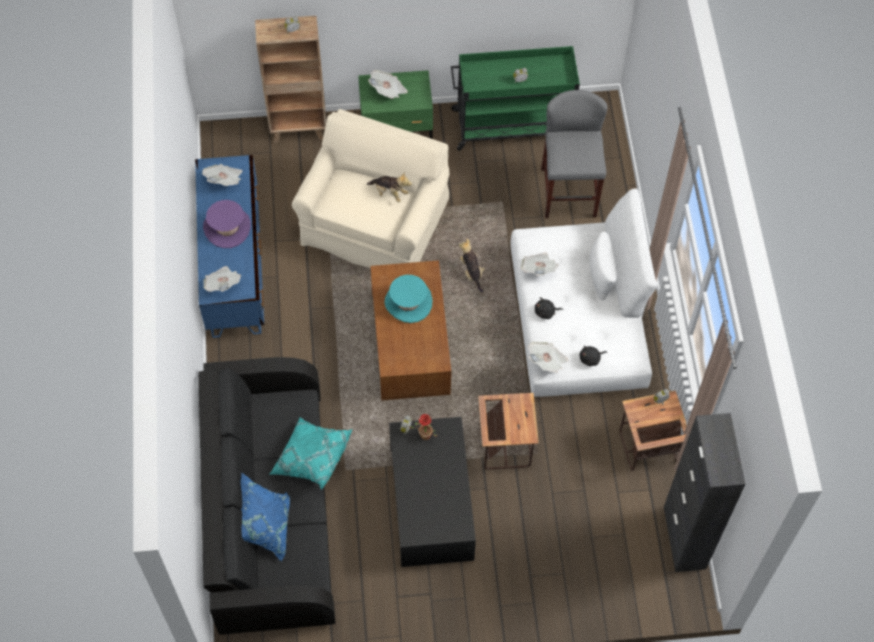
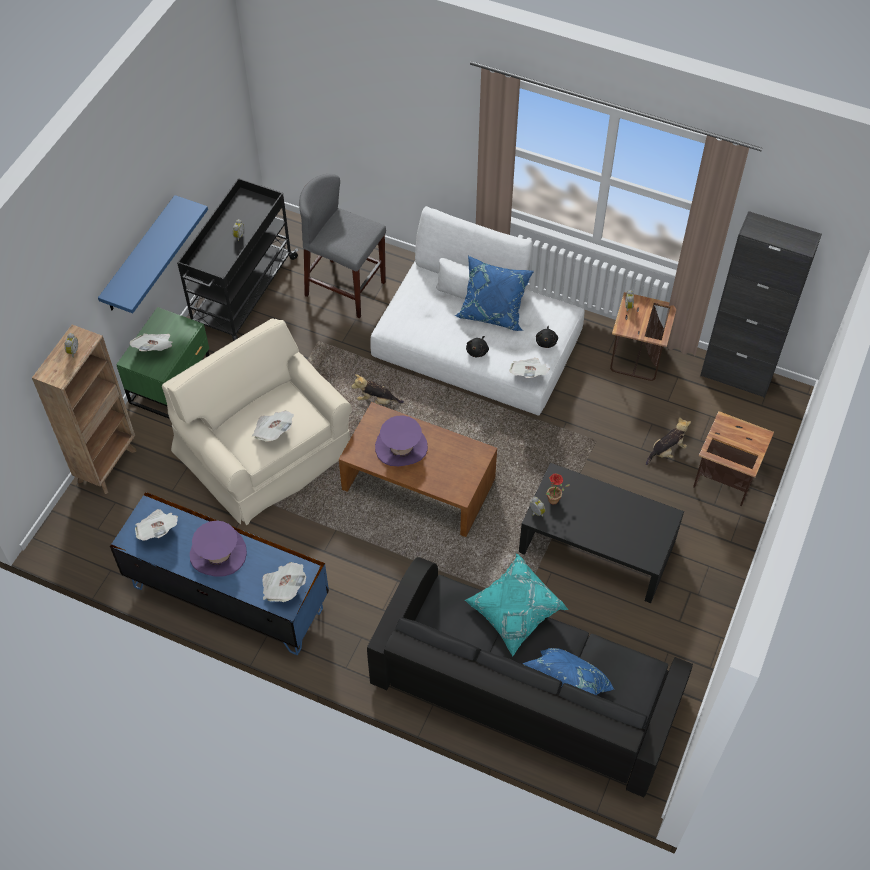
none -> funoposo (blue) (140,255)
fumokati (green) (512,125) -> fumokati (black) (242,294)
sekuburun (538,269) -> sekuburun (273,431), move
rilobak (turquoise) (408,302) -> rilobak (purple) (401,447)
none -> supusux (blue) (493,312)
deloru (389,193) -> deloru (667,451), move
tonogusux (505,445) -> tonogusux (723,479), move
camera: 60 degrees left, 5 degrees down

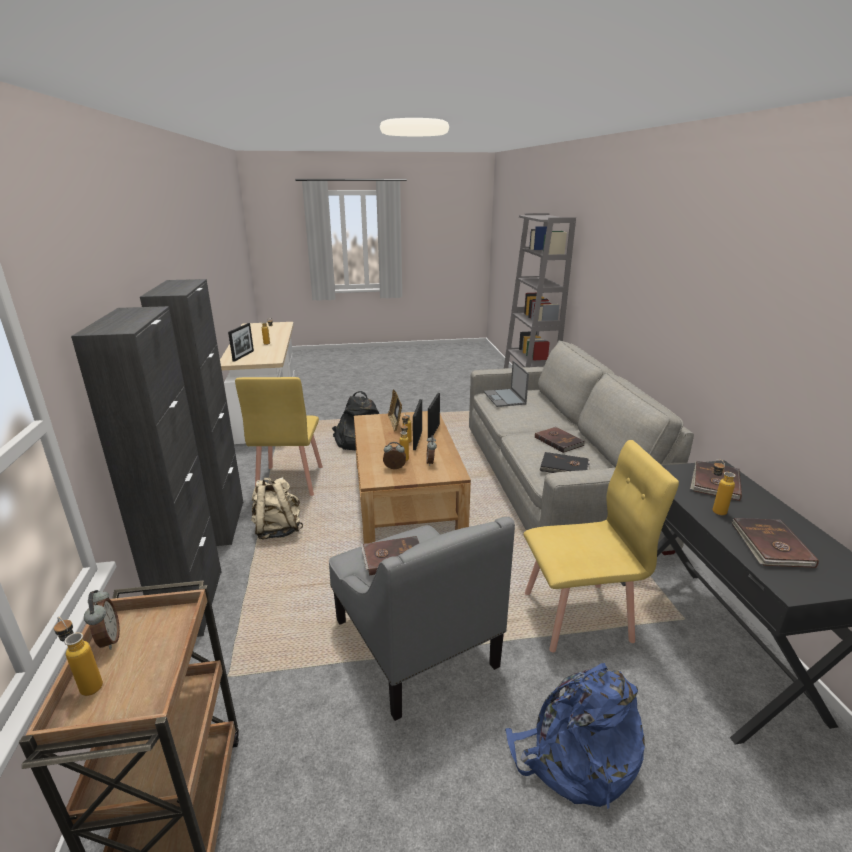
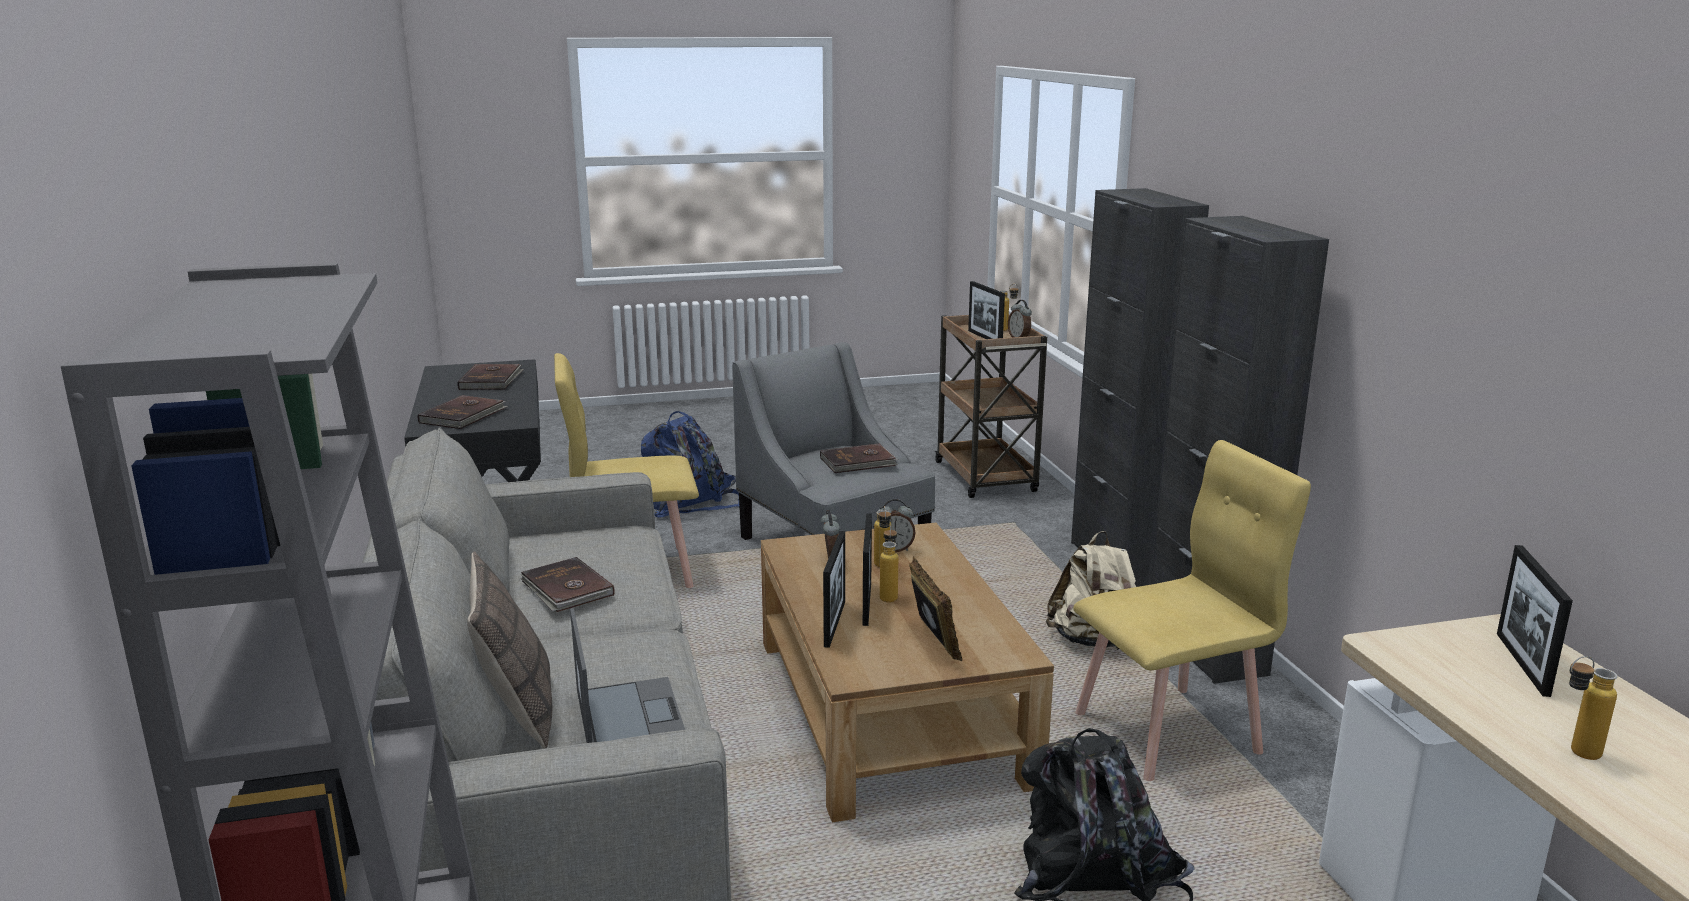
none -> supusux (517,711)
none -> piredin (985,337)
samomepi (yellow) (289,481) -> samomepi (yellow) (1169,732), 75 degrees clockwise
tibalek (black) (564,467) -> none
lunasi (714,509) -> none
camera: 175 degrees right, 5 degrees down

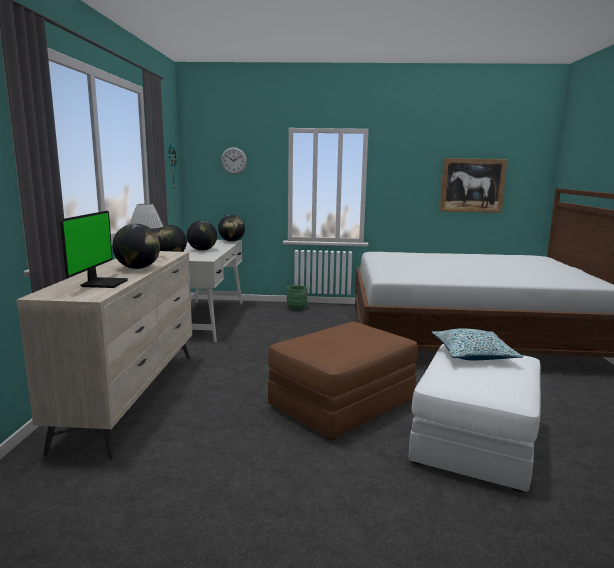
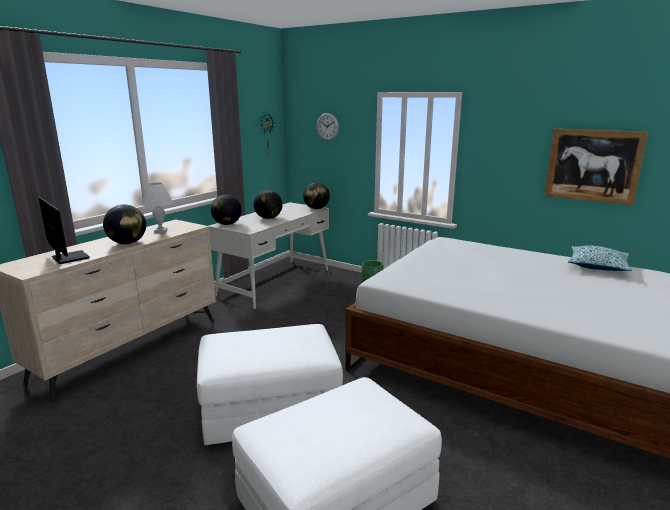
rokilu (103,283) -> rokilu (68,258), 75 degrees counterclockwise
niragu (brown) (342,403) -> niragu (white) (271,408)
supusux (473,354) -> supusux (597,266), move
camera: 30 degrees right, 5 degrees up

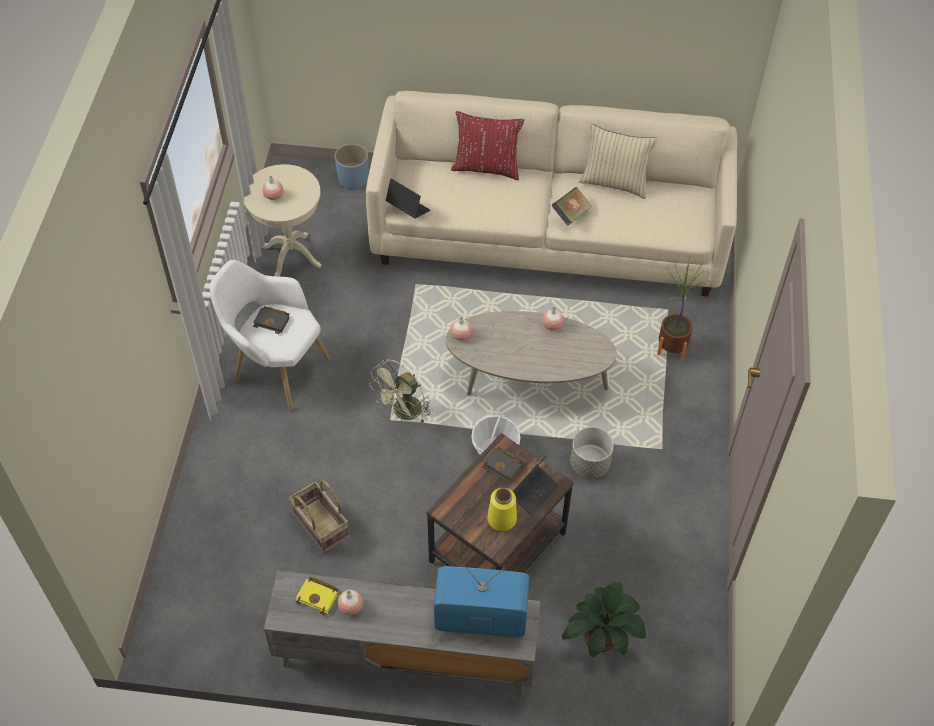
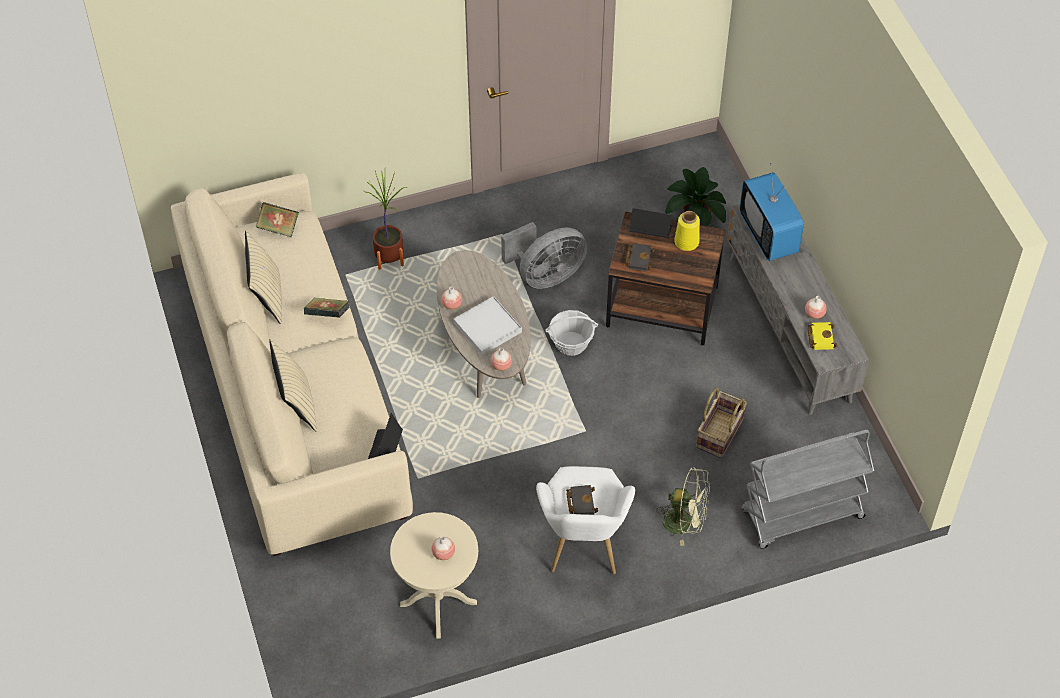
none -> tibalek (278,228)
supusux (red) (486,167) -> supusux (beige) (296,404)
none -> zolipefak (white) (487,327)
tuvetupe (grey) (590,464) -> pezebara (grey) (546,275)
pezebara (green) (404,413) -> pezebara (green) (684,522), move
none -> fumokati (grey) (801,515)
tuvetupe (blue) (353,179) -> none
camera: 115 degrees left, 0 degrees up

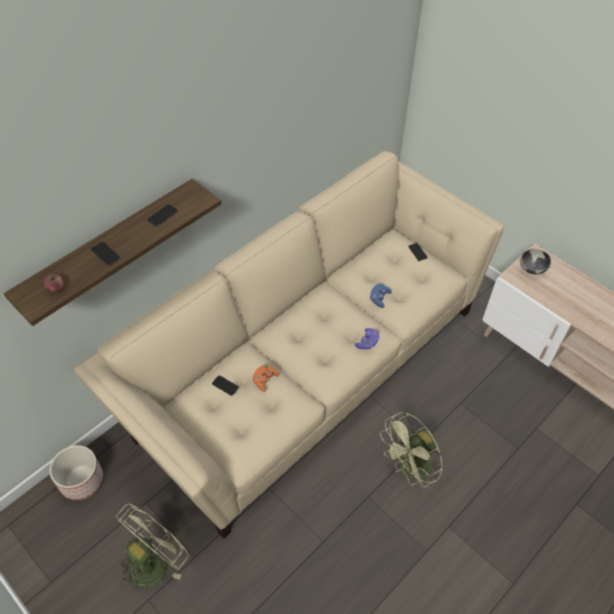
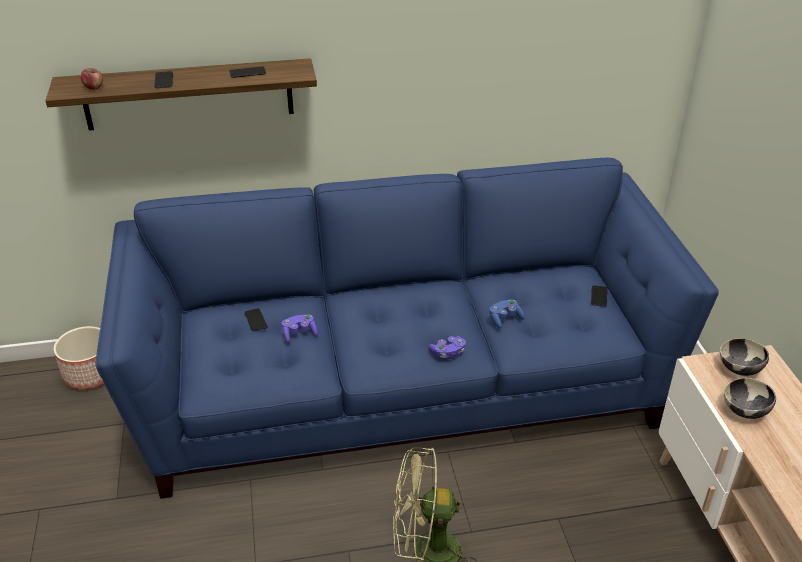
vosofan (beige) (306,366) -> vosofan (blue) (402,385)
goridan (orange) (265,380) -> goridan (purple) (299,334)
none -> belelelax (745,411)
pezebara (green) (154,561) -> none
camera: 35 degrees right, 15 degrees down

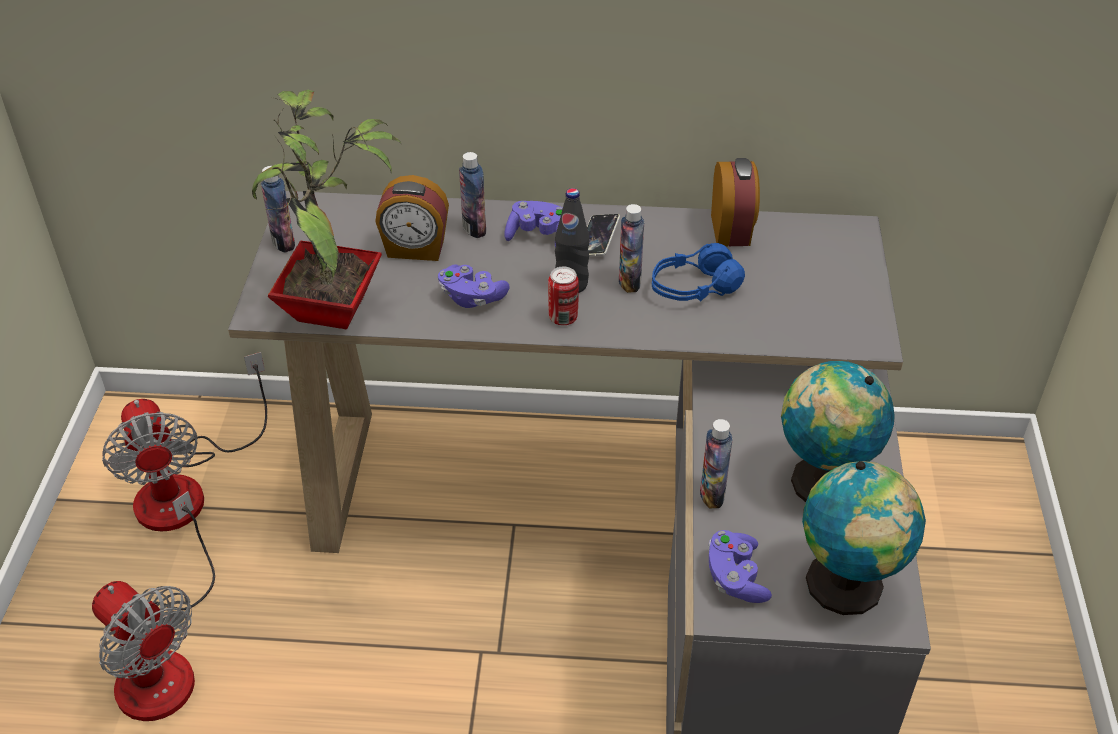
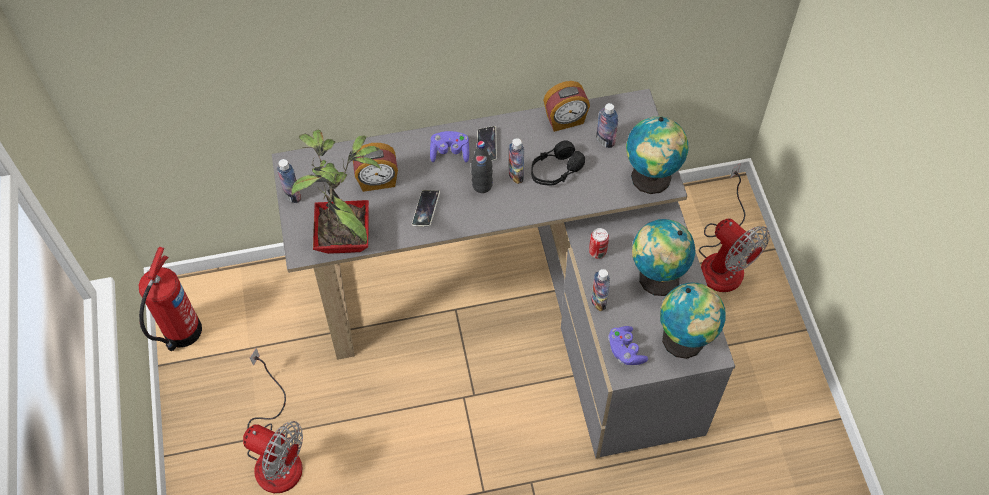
none -> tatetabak (180,333)
goridan (purple) (472,297) -> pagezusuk (426,209)
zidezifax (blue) (694,288) -> zidezifax (black) (555,171)
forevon (731,230) -> forevon (565,120), 90 degrees clockwise
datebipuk (563,318) -> datebipuk (597,252), move
lunasi (474,228) -> lunasi (605,141), move
none -> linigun (651,180)
pezebara (187,486) -> pezebara (723,258), move
camera: 15 degrees left, 15 degrees up

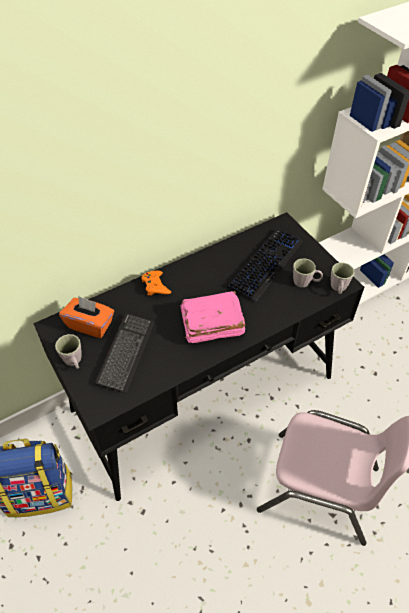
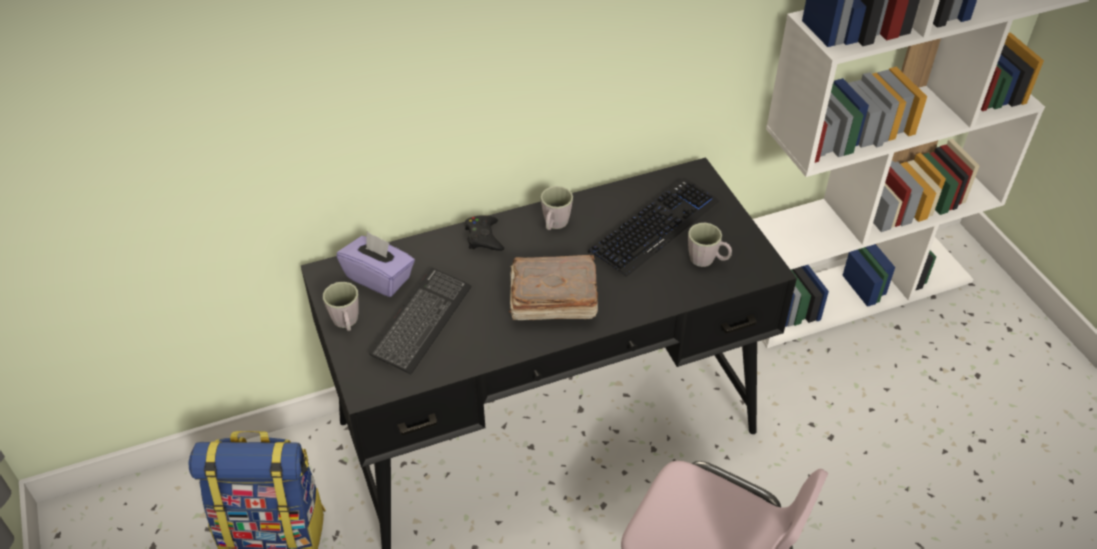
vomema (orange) (90,325) -> vomema (purple) (379,278)
goridan (orange) (155,286) -> goridan (black) (483,237)
tibalek (pink) (211,325) -> tibalek (brown) (552,300)
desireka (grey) (338,288) -> desireka (grey) (554,225), move
camera: 10 degrees right, 5 degrees down

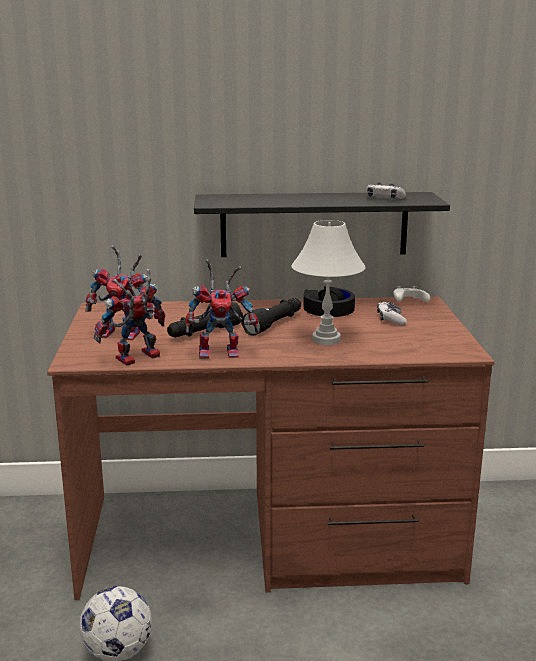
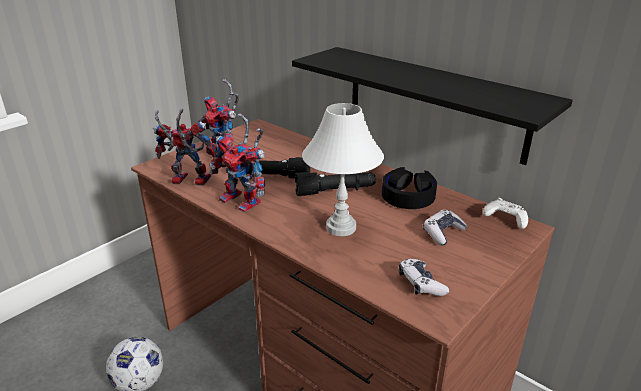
goridan (384,198) -> goridan (421,284), move
camera: 45 degrees right, 10 degrees up

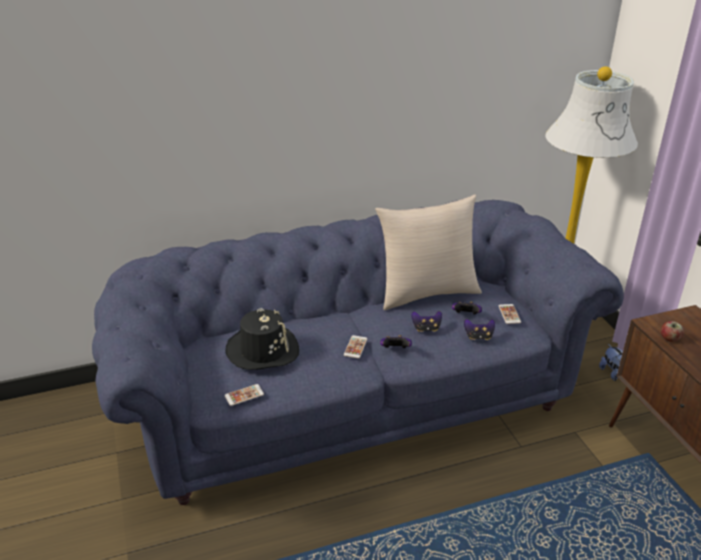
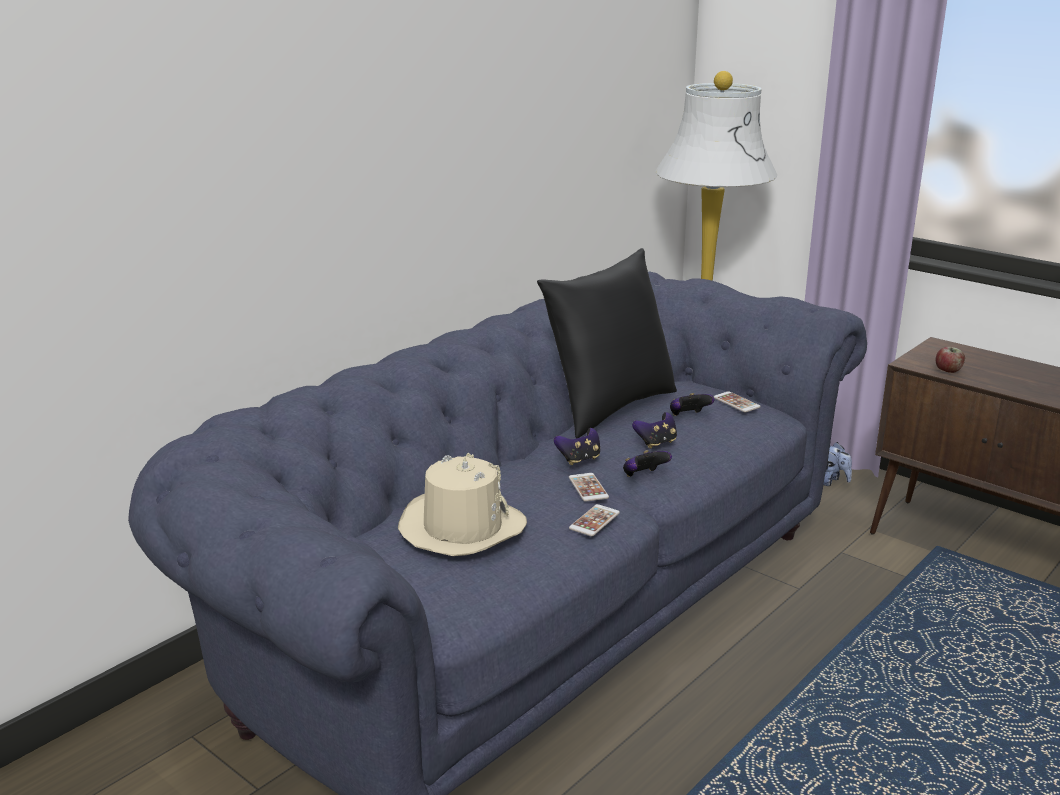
rilobak (black) (263,350) -> rilobak (beige) (461,527)
supusux (beige) (427,292) -> supusux (black) (609,407)
goridan (478,337) -> goridan (579,459), move
pagezusuk (244,395) -> pagezusuk (594,521), move
camera: 30 degrees left, 10 degrees down

